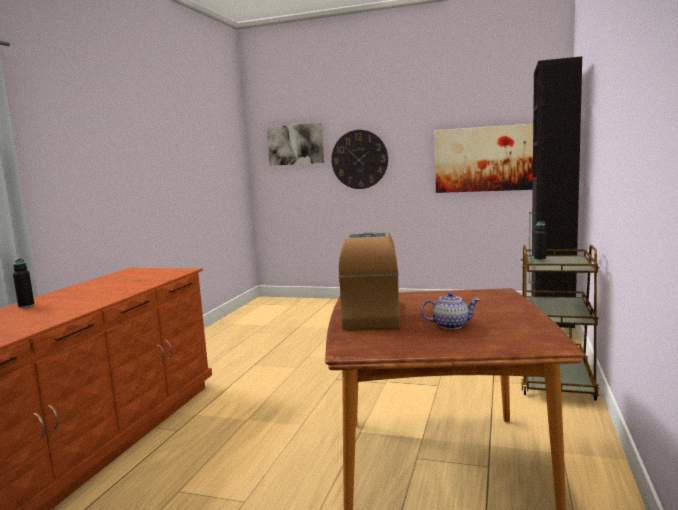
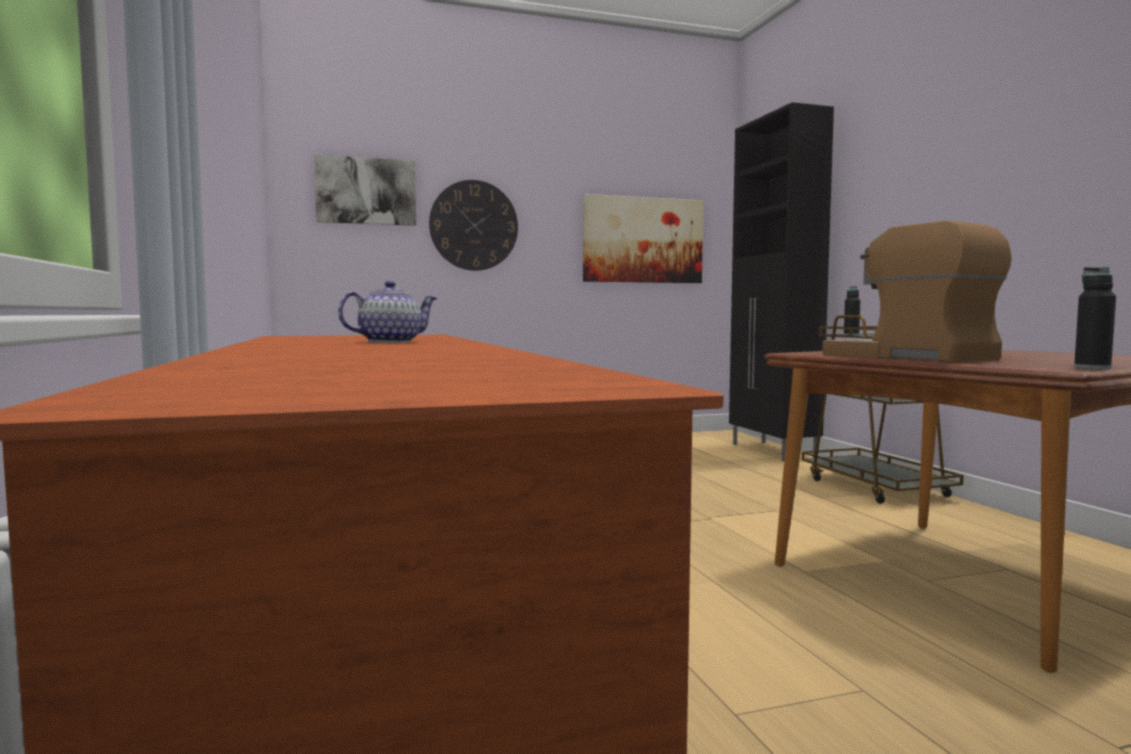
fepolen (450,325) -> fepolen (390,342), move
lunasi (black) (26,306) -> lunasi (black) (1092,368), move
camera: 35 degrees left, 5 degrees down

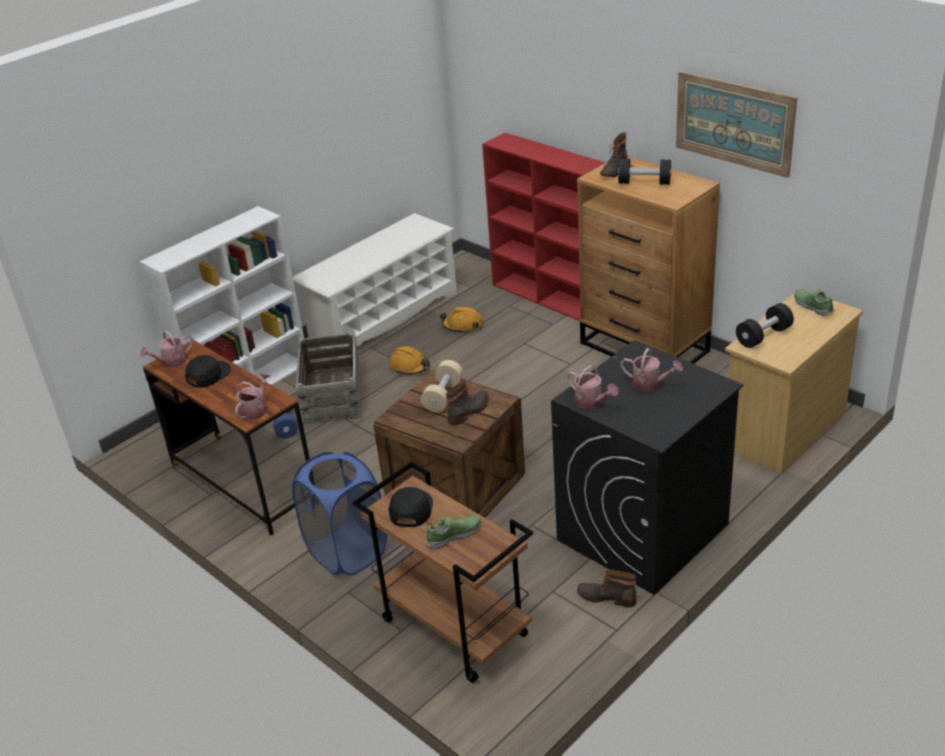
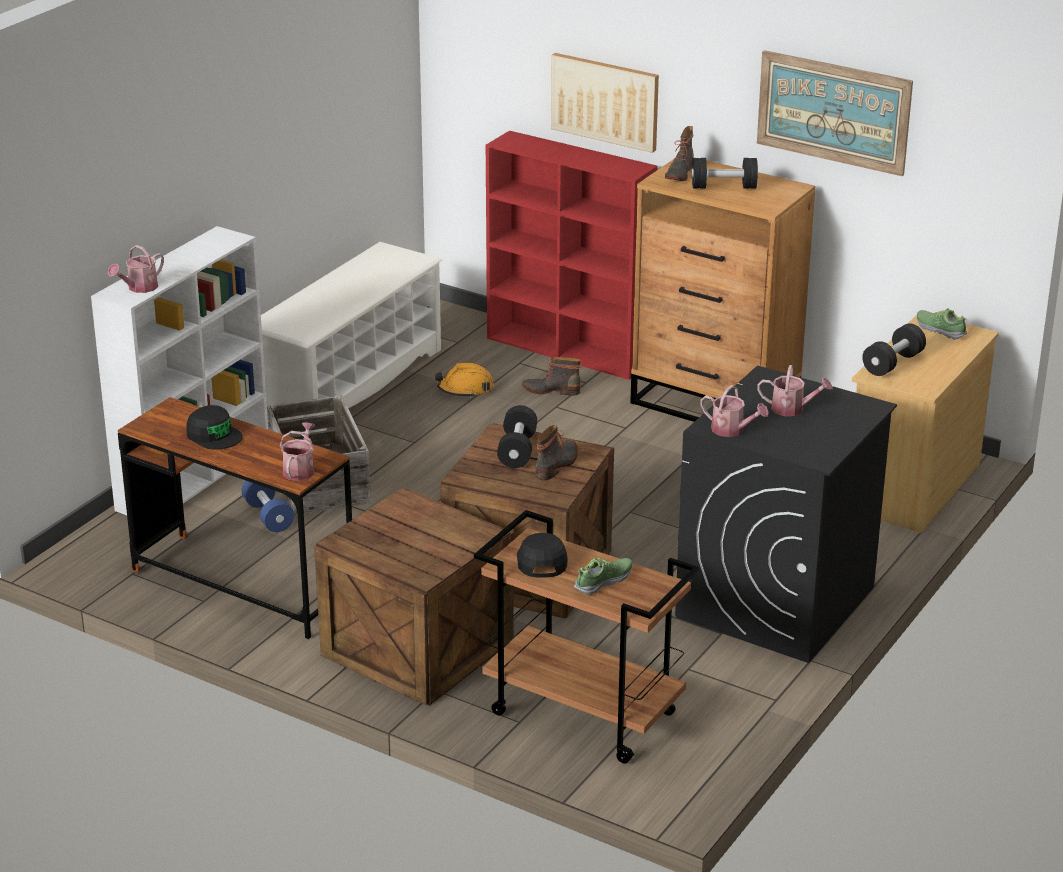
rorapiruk (171,362) -> rorapiruk (139,288), move
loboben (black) (208,375) -> loboben (black) (214,435), 105 degrees clockwise
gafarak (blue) (347,551) -> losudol (416,649)
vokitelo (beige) (443,396) -> vokitelo (black) (517,450)
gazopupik (607,596) -> gazopupik (551,390), move
none -> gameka (605,101)
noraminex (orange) (410,366) -> none
camera: 15 degrees left, 5 degrees down

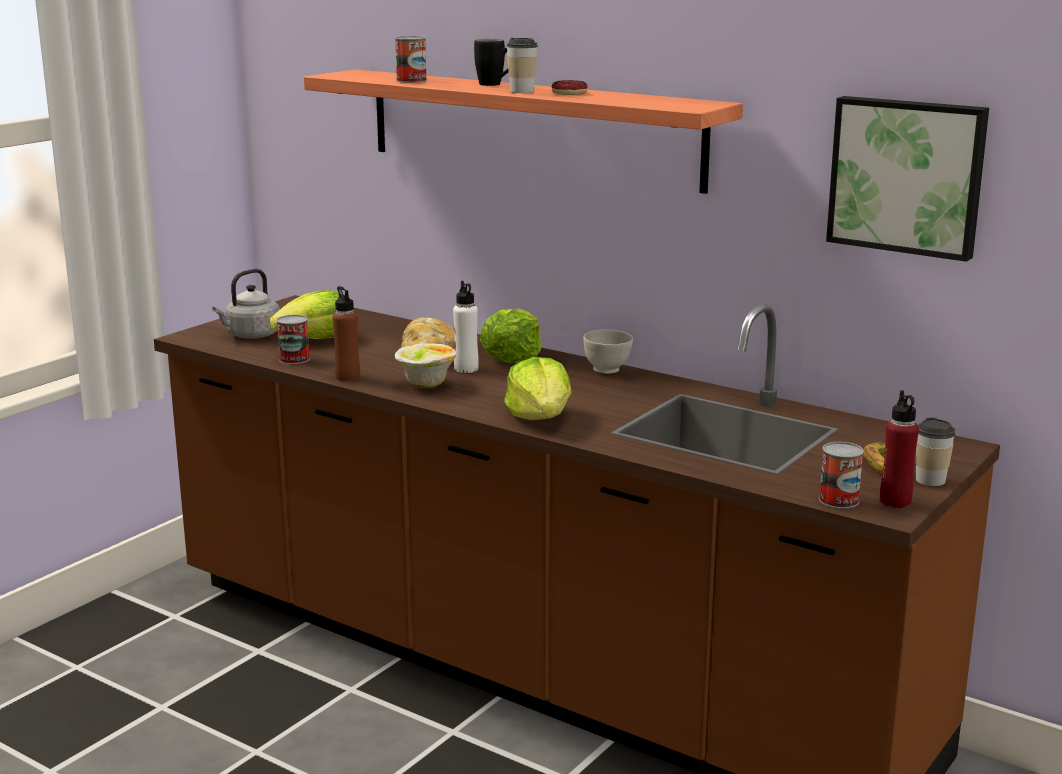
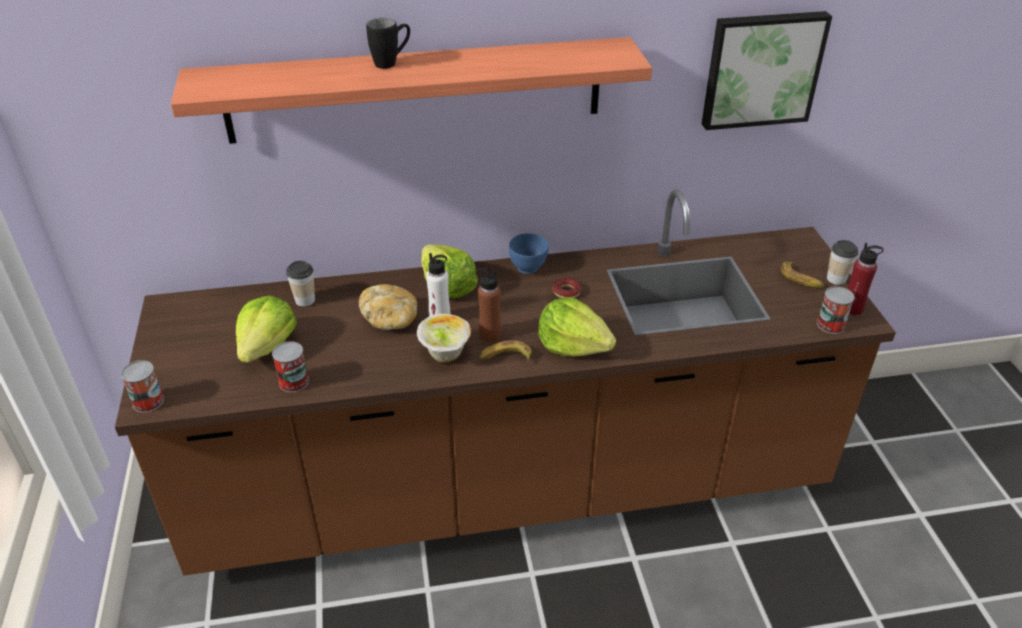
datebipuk (411,81) -> datebipuk (148,401), move
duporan (522,91) -> duporan (305,300), move
lunasi (brown) (347,376) -> lunasi (brown) (490,334), move
none -> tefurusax (505,357)
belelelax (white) (607,370) -> belelelax (blue) (528,268)
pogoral (569,93) -> pogoral (566,291), move
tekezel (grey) (251,335) -> none
camera: 45 degrees left, 20 degrees up

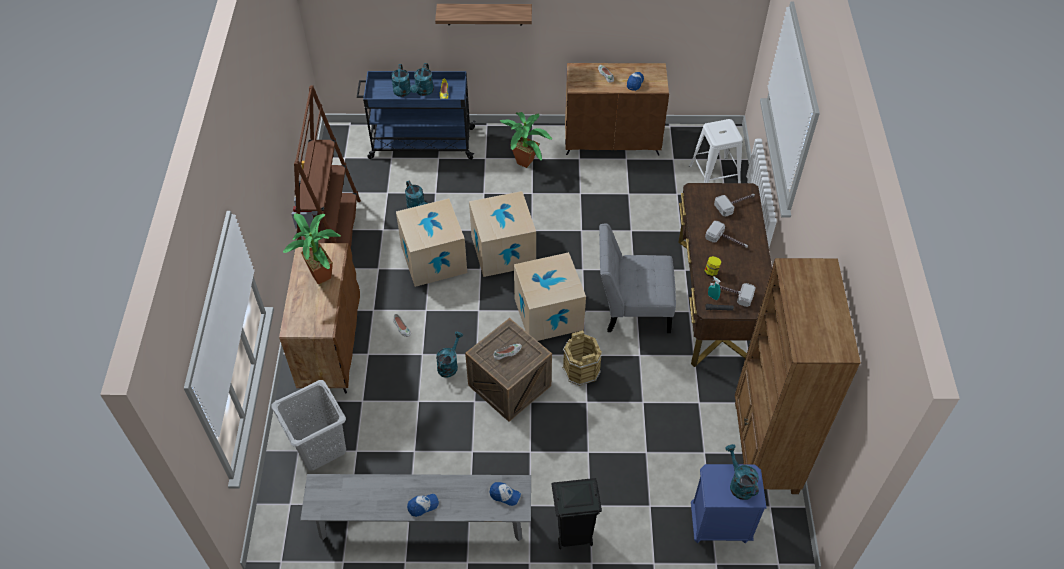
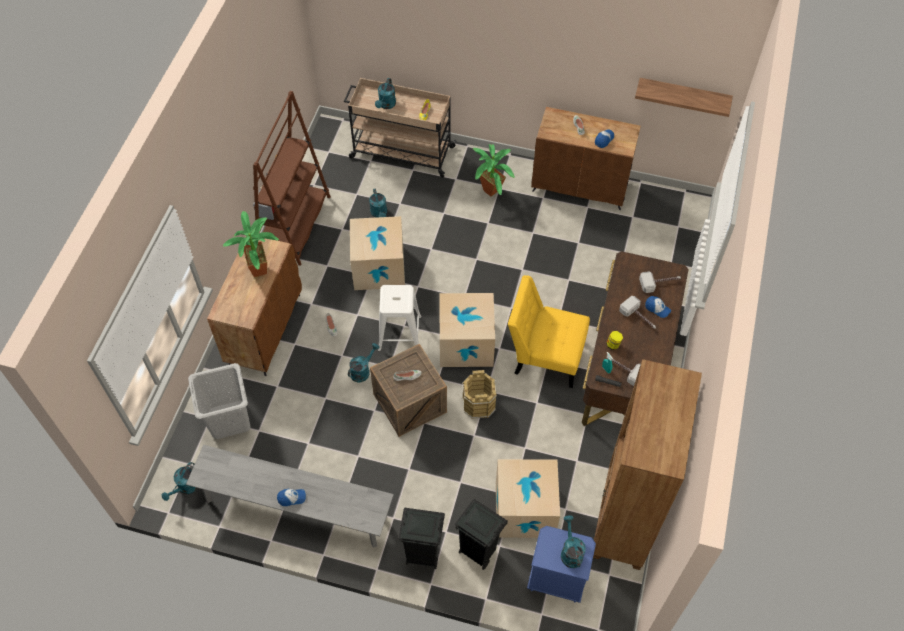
rorapiruk (turquoise) (423,92) -> rorapiruk (turquoise) (185,488), move
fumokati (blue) (420,143) -> fumokati (beige) (401,152)
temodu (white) (714,176) -> temodu (white) (399,333), move
none -> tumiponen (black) (478,551)
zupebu (503,251) -> zupebu (524,509), move
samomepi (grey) (632,308) -> samomepi (yellow) (545,355)
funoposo (484,14) -> funoposo (683,95), move
loboben (504,495) -> loboben (657,308), move
camera: 15 degrees right, 5 degrees up

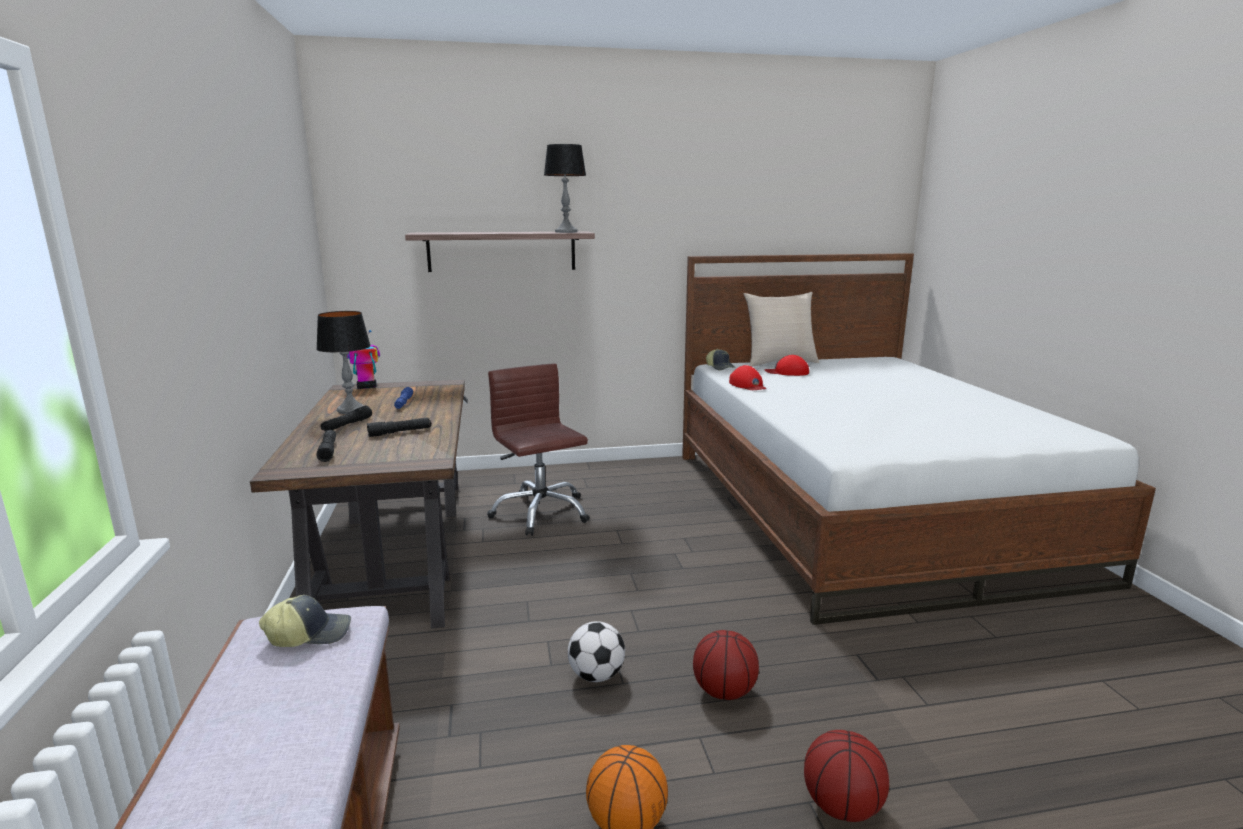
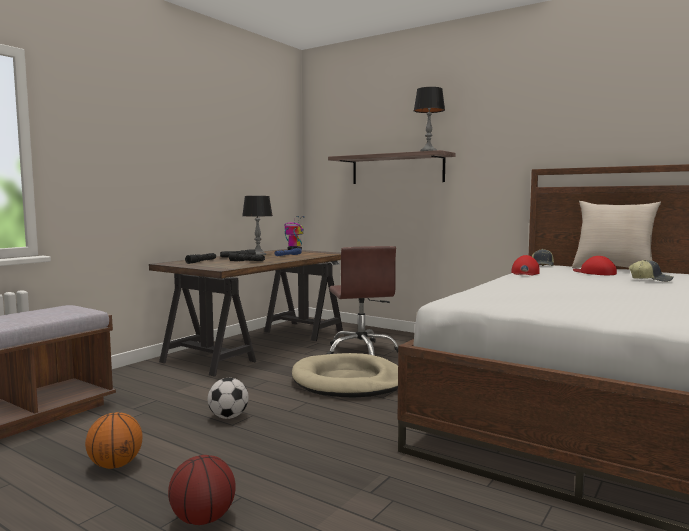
none -> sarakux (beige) (348,381)
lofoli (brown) (540,512) -> lofoli (brown) (361,351), 150 degrees clockwise
loboben (310,634) -> loboben (651,280), move
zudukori (723,691) -> none
camera: 45 degrees right, 10 degrees down

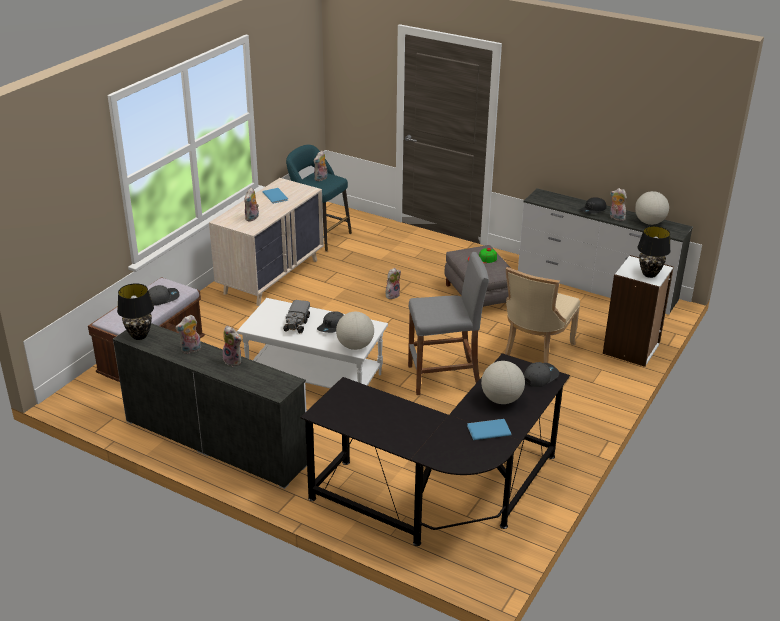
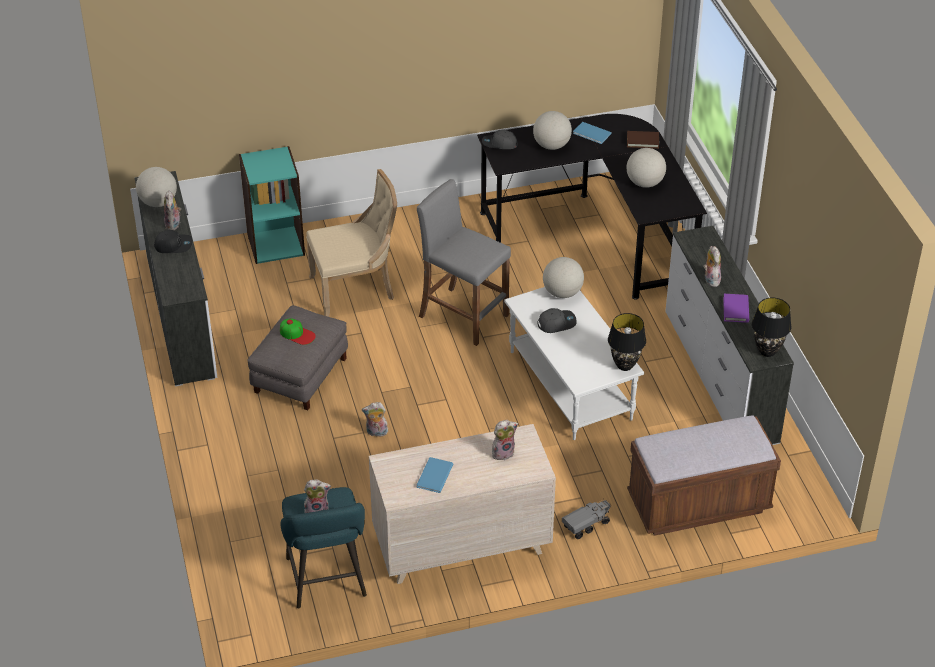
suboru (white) (631,349) -> suboru (turquoise) (275,244)
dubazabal (297,324) -> dubazabal (586,525), move
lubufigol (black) (649,274) -> lubufigol (black) (625,366), move
none -> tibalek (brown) (642,141)
none -> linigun (645,183)
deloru (191,350) -> tibalek (purple) (736,310)
loboben (grey) (162,298) -> none
camera: 135 degrees left, 10 degrees up

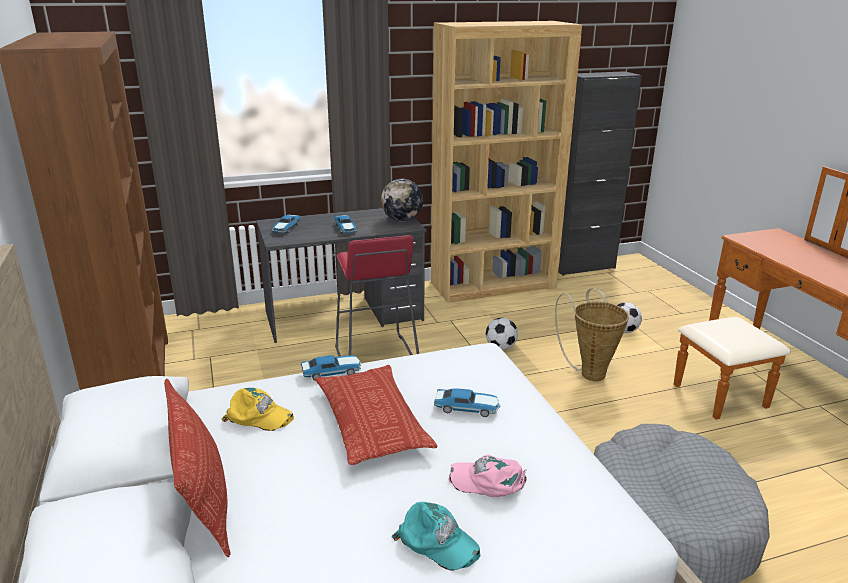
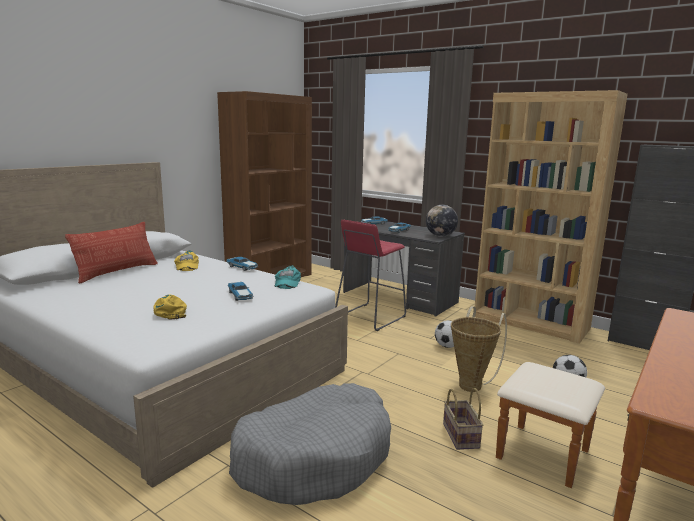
loboben (pink) (488,481) -> loboben (yellow) (170,311)
loboben (turquoise) (437,542) -> loboben (turquoise) (287,282), move
none -> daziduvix (459,435)
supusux (372,421) -> none
camera: 55 degrees right, 10 degrees down

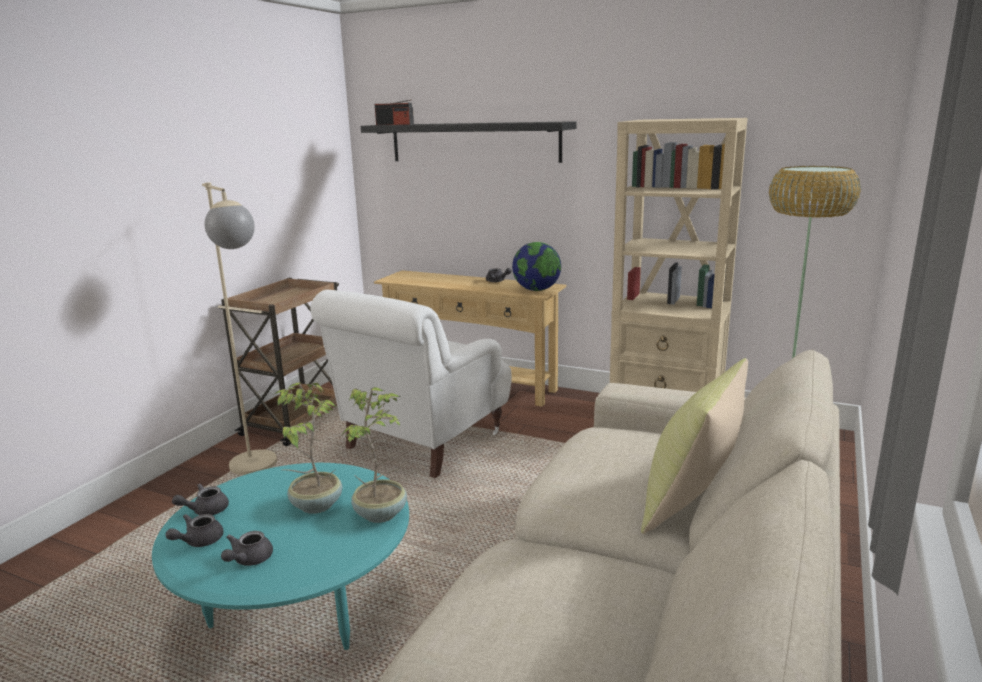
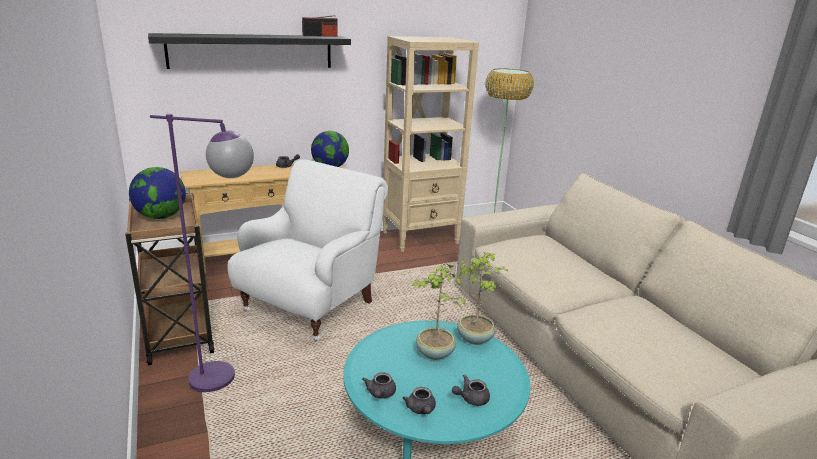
none -> linigun (161,217)
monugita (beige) (259,470) -> monugita (purple) (227,379)
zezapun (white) (421,442) -> zezapun (white) (311,305), 135 degrees counterclockwise
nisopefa (394,124) -> nisopefa (320,36), move
fepolen (grey) (248,560) -> fepolen (grey) (470,399), 90 degrees clockwise
supusux (yellow) (691,500) -> none
camera: 50 degrees left, 5 degrees up

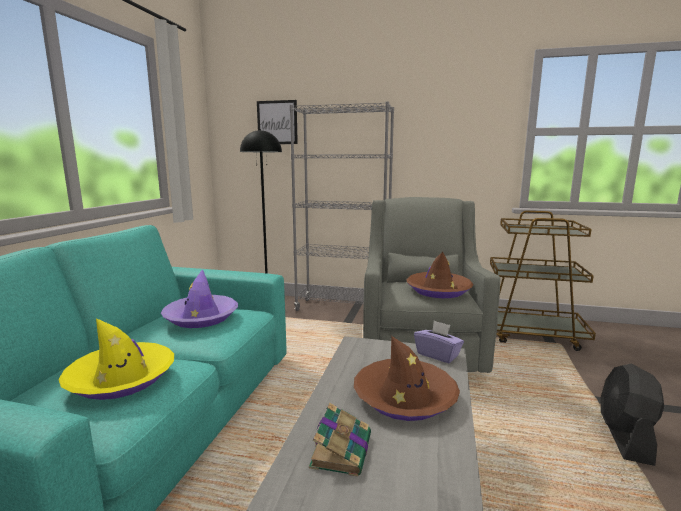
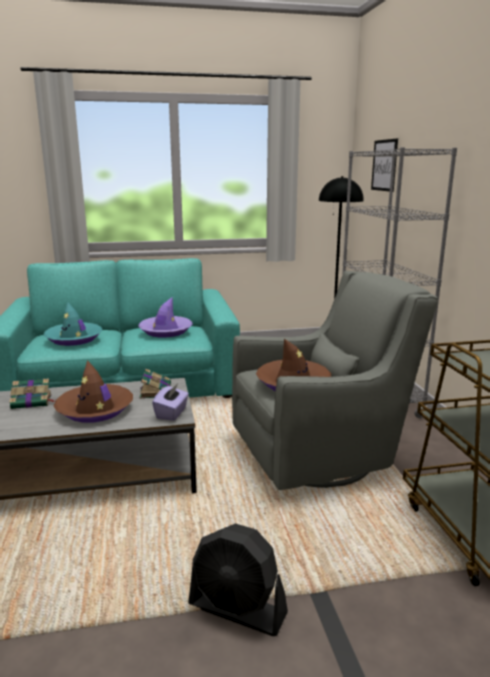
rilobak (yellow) (122,378) -> rilobak (turquoise) (74,339)
none -> tibalek (155,391)
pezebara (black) (625,438) -> pezebara (black) (237,609), 150 degrees counterclockwise
camera: 65 degrees right, 5 degrees up

